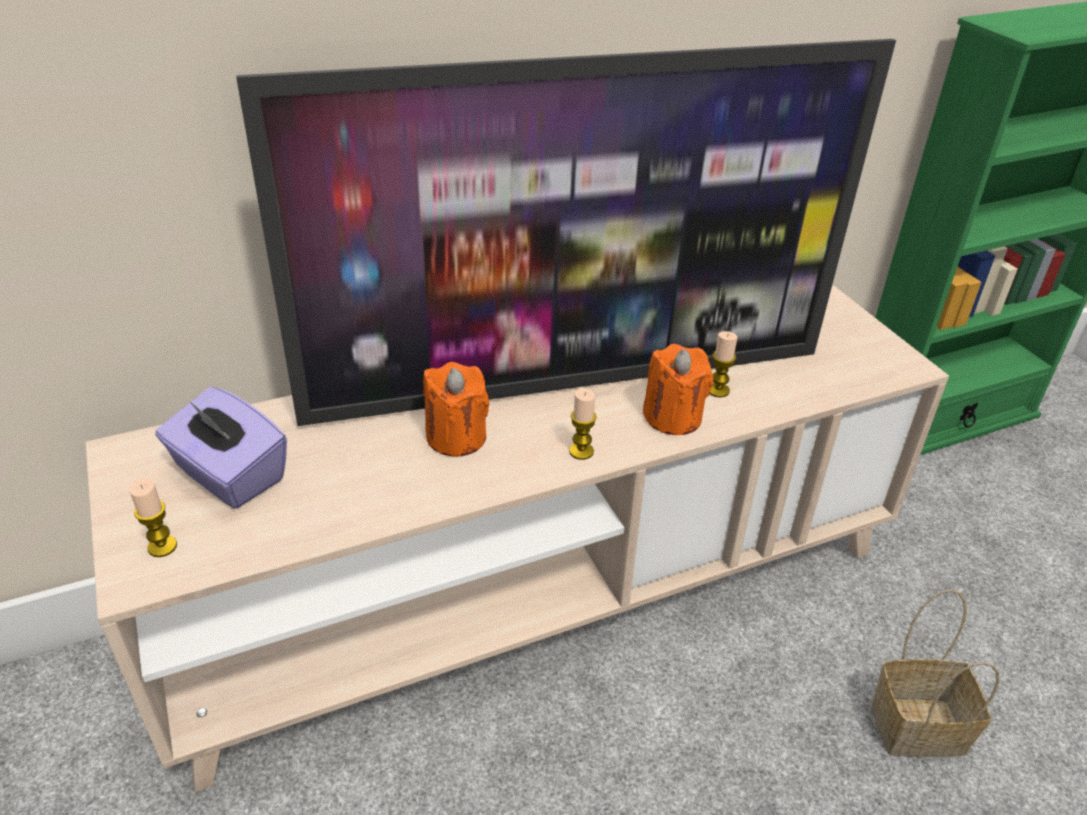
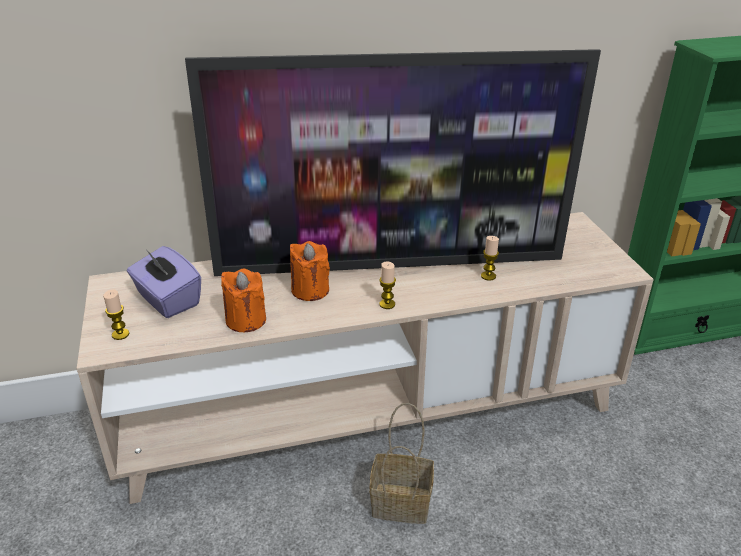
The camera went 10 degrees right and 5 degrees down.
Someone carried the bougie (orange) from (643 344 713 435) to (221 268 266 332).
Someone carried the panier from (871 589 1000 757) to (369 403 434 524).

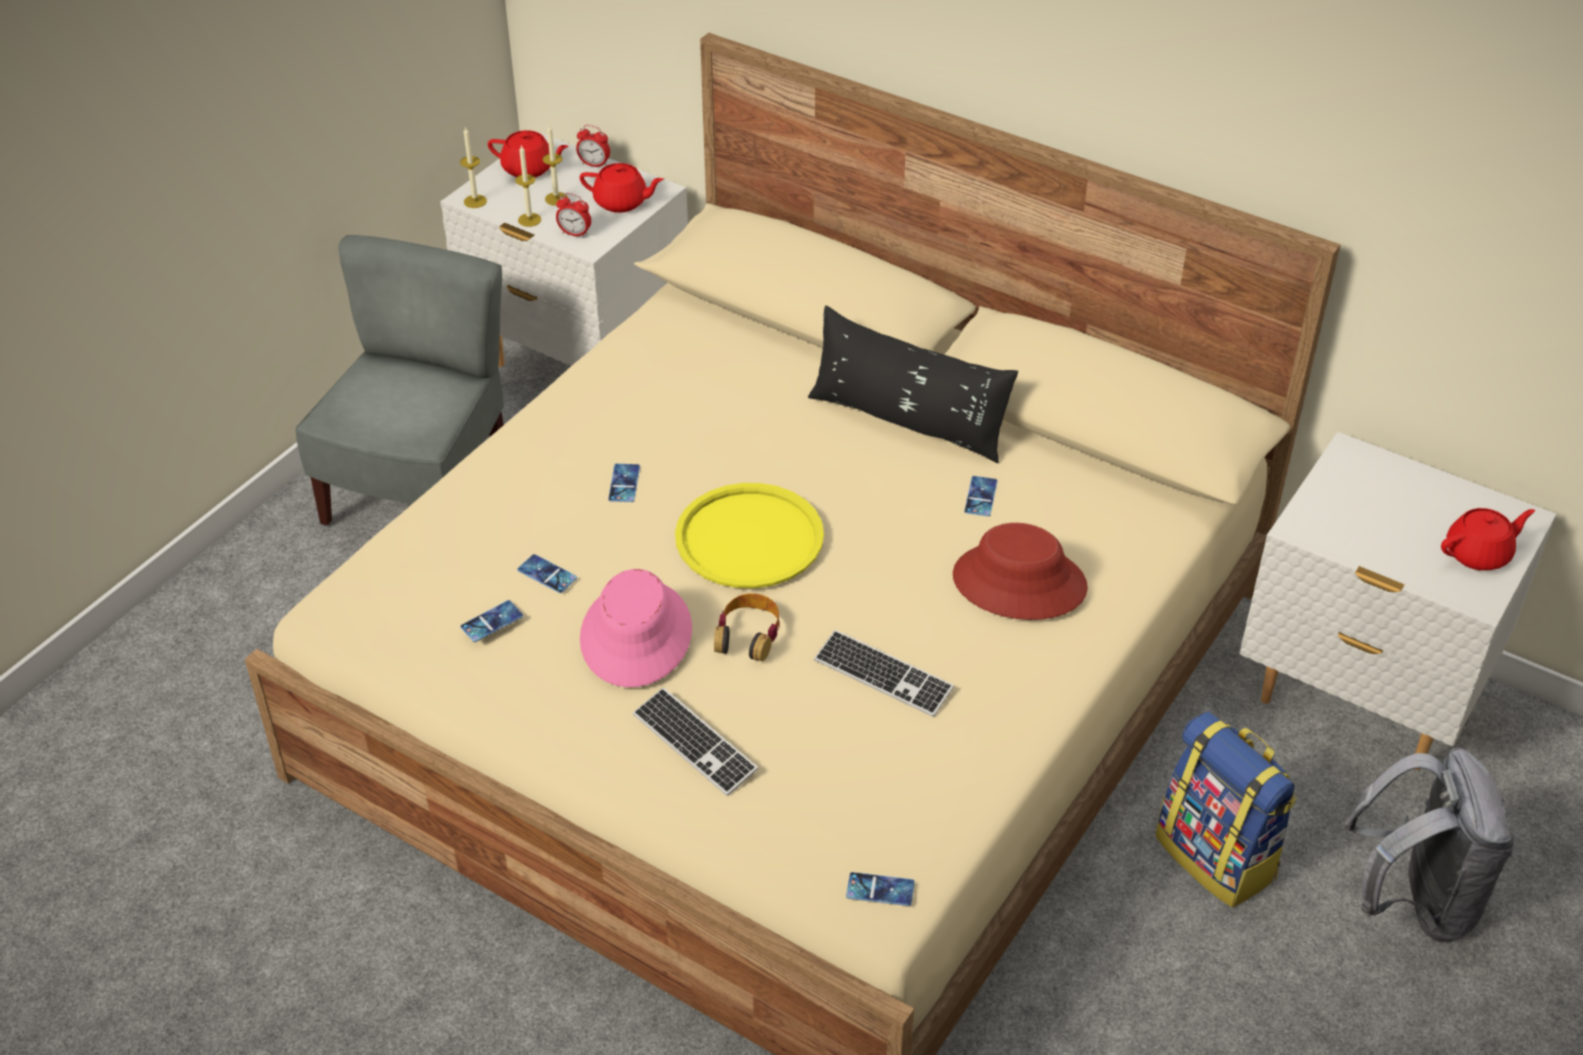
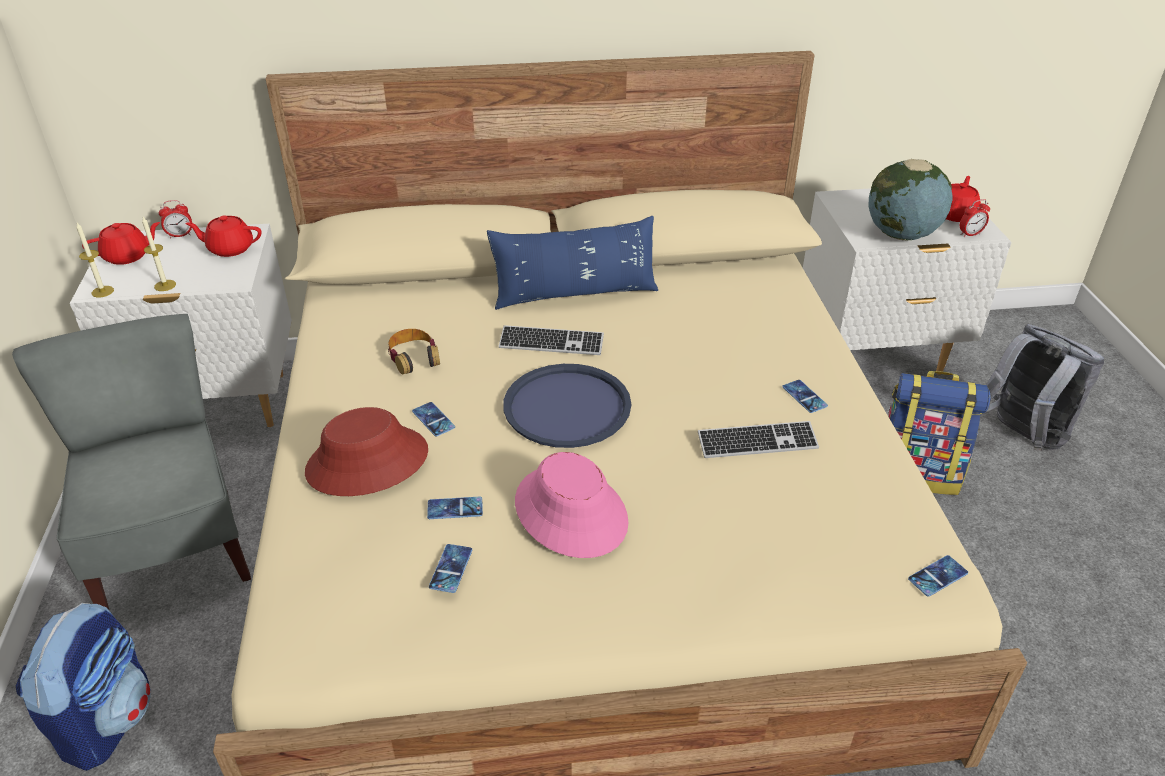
The camera went 40 degrees left and 5 degrees down.
Someone took away the bougie at (543 125 568 206).
Someone put down the sac à dos at (16 603 151 771).
Someone put down the globe at (868 159 953 240).
Someone carried the réveil from (556 193 591 238) to (960 199 990 237).
Someone carried the clavier from (633 687 758 796) to (499 325 604 355).
Someone carried the casque audio from (714 593 780 661) to (388 329 440 375).
Someone carried the chapeau (rouge) from (953 523 1088 620) to (305 407 428 496).
Someone carried the téléphone from (964 476 997 516) to (782 380 828 413).
Someone repainted the plateau (jaune) at (675 483 824 588), which became the plateau (bleu) at (503 364 631 448).
Someone repainted the coussin (noir) at (808 306 1018 463), which became the coussin (bleu) at (487 216 658 310).
Someone rotated the théière (rouge) at (580 163 664 213) by 150 degrees counterclockwise.

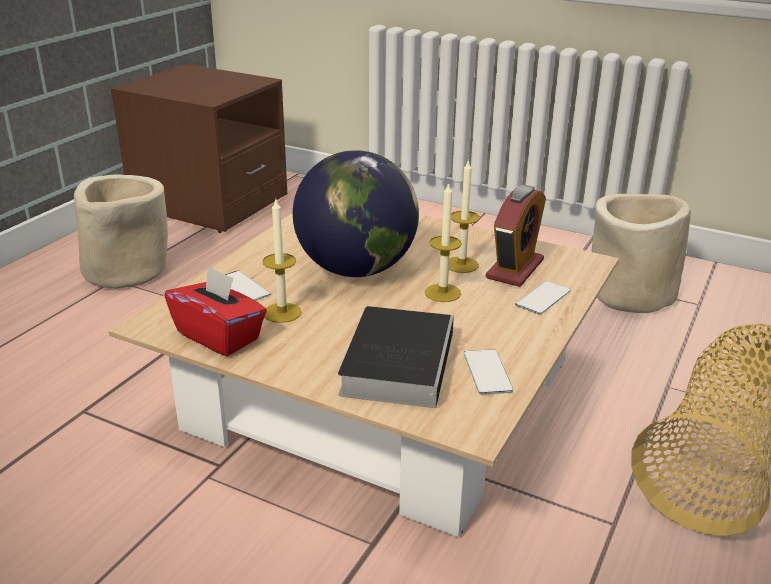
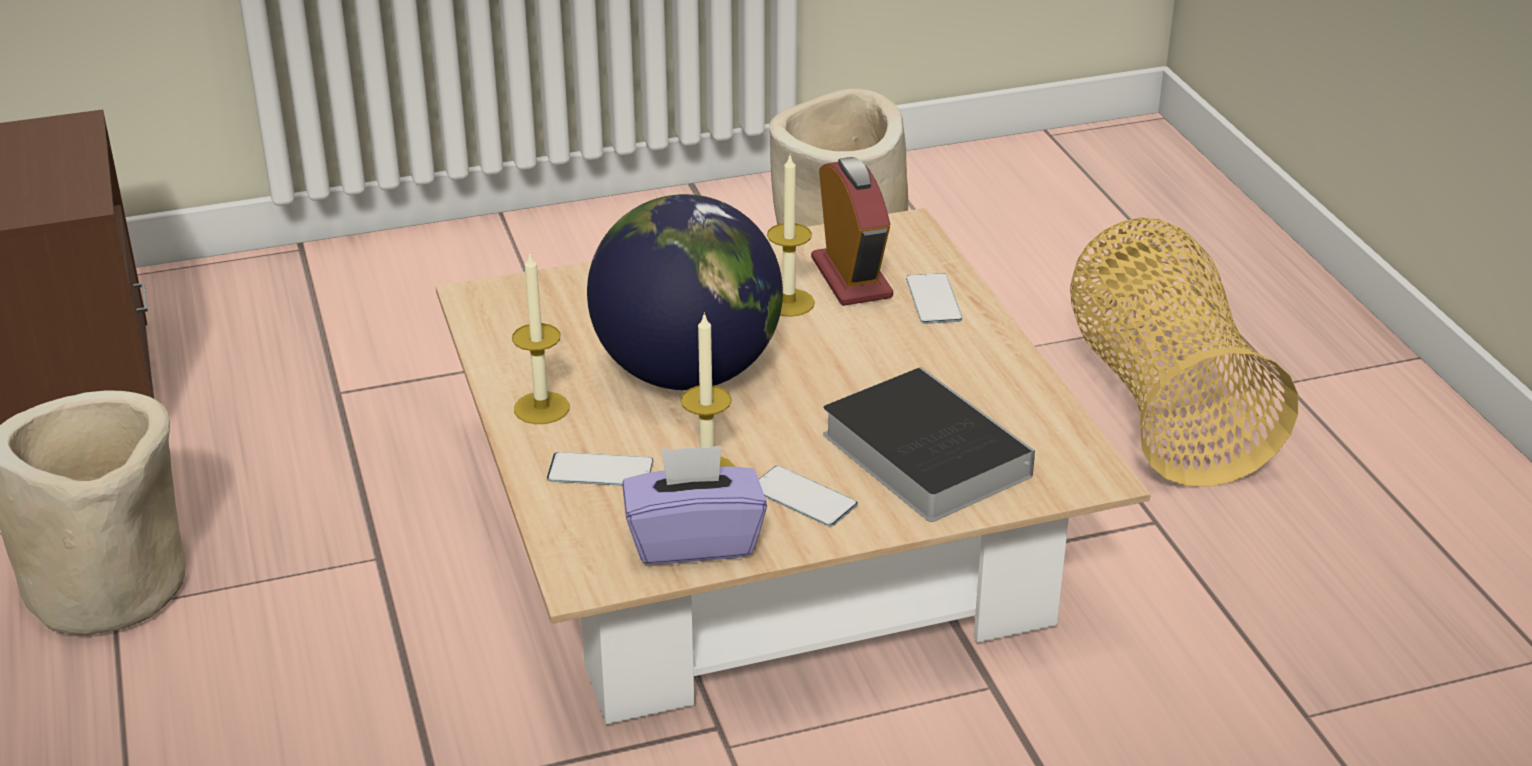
The camera went 45 degrees left and 5 degrees up.
Someone carried the bougie from (425 182 462 302) to (512 254 569 424).
Someone carried the téléphone from (464 349 514 395) to (759 466 858 527).
Someone repainted the boîte à mouchoirs (rouge) at (165 266 267 356), which became the boîte à mouchoirs (violet) at (622 445 767 565).

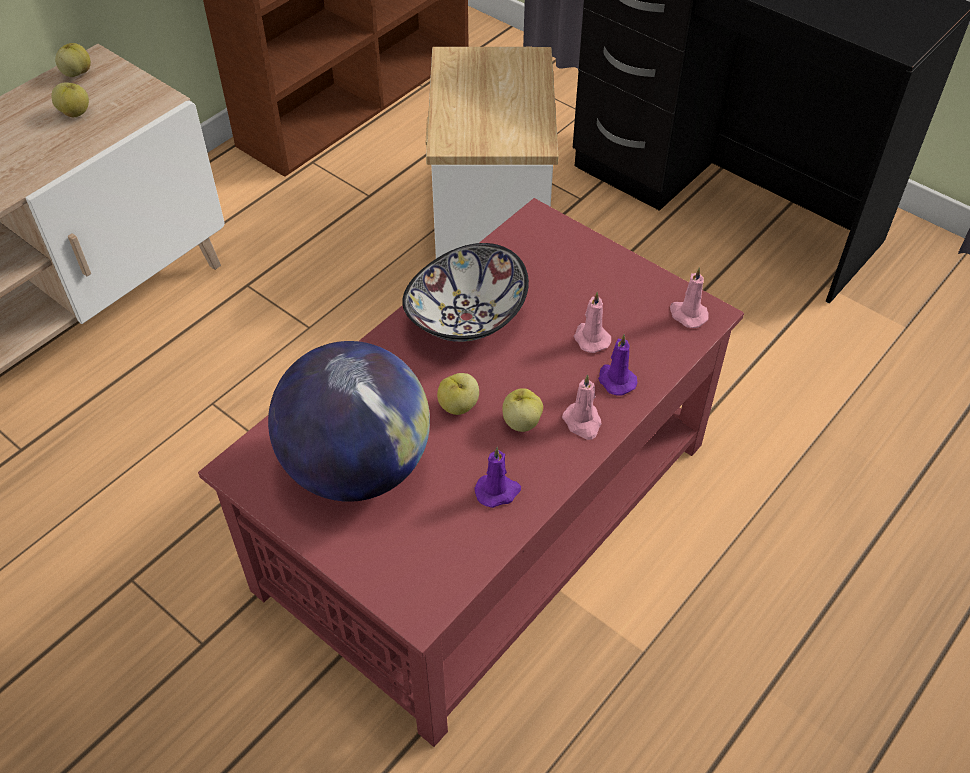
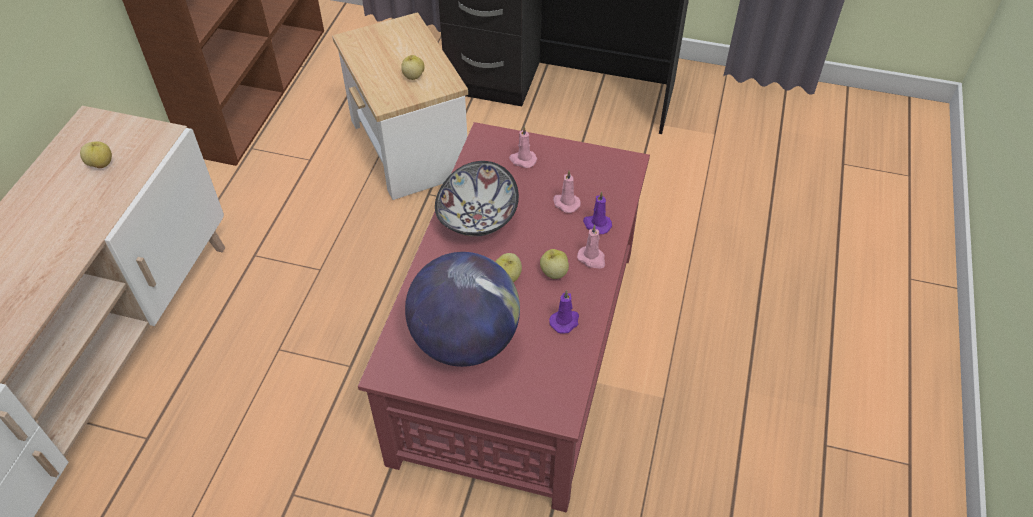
The camera went 25 degrees left and 0 degrees up.
Someone carried the pomme from (55 43 91 77) to (401 55 425 80).
Someone carried the bougie (rose) from (670 268 709 328) to (509 126 537 168).

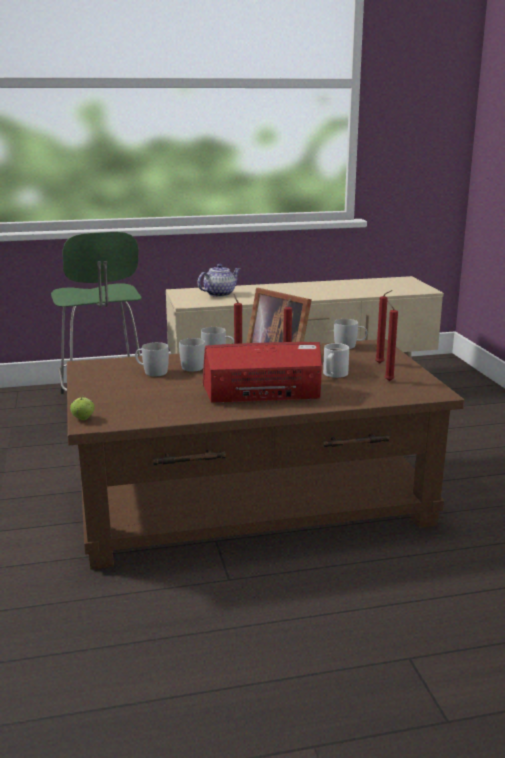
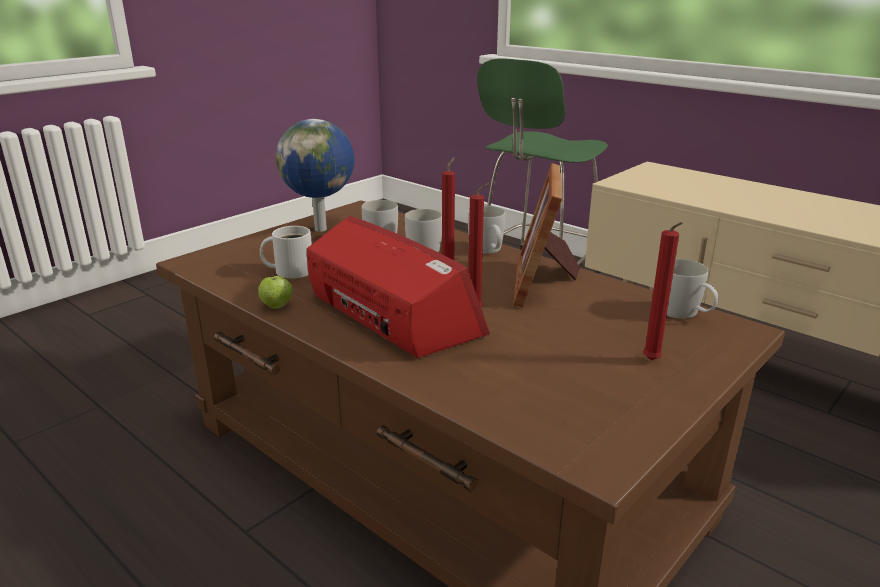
The camera went 55 degrees right and 5 degrees up.
Someone took away the théière at (197 264 240 297).
Someone took away the bougie (rouge) at (385 301 398 381).
Someone put down the globe at (276 119 354 232).
Someone carried the pomme from (70 396 94 420) to (258 275 293 309).
Someone carried the mug (blanc) from (323 343 349 378) to (260 226 312 279).

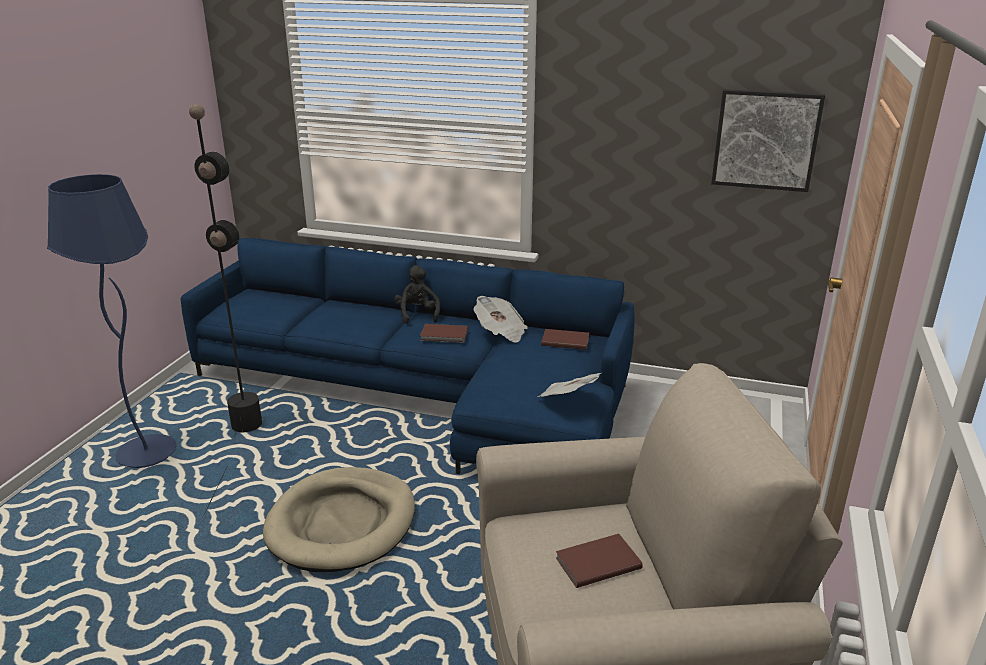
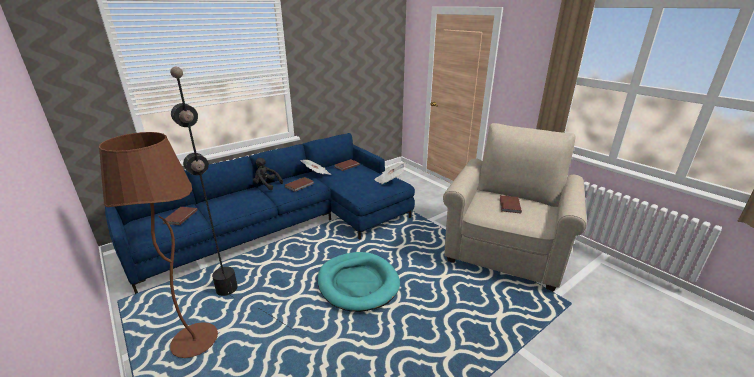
The camera went 55 degrees left and 0 degrees up.
Someone took away the tableau at (711 89 825 192).
Someone put down the livre (marron) at (163 207 198 225).
Someone repainted the lampadaire (bleu) at (47 174 177 468), which became the lampadaire (marron) at (99 132 218 358).
Someone repainted the panier pour chien (beige) at (263 467 415 572), which became the panier pour chien (turquoise) at (318 252 400 312).

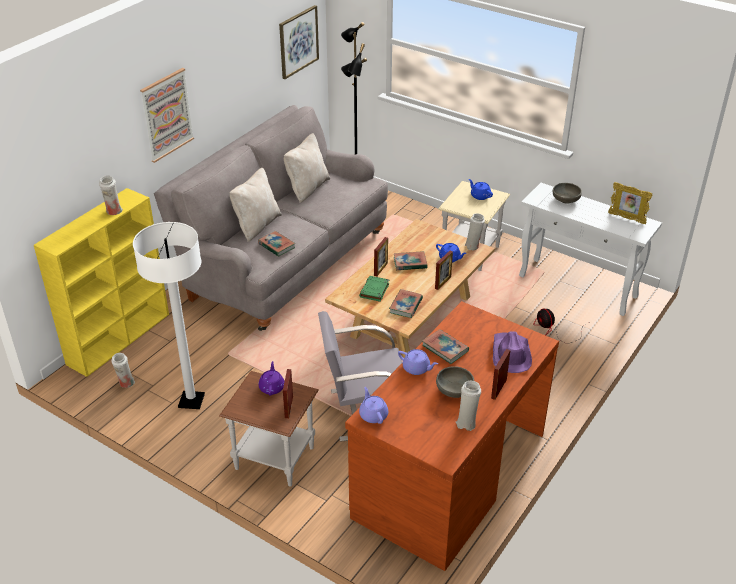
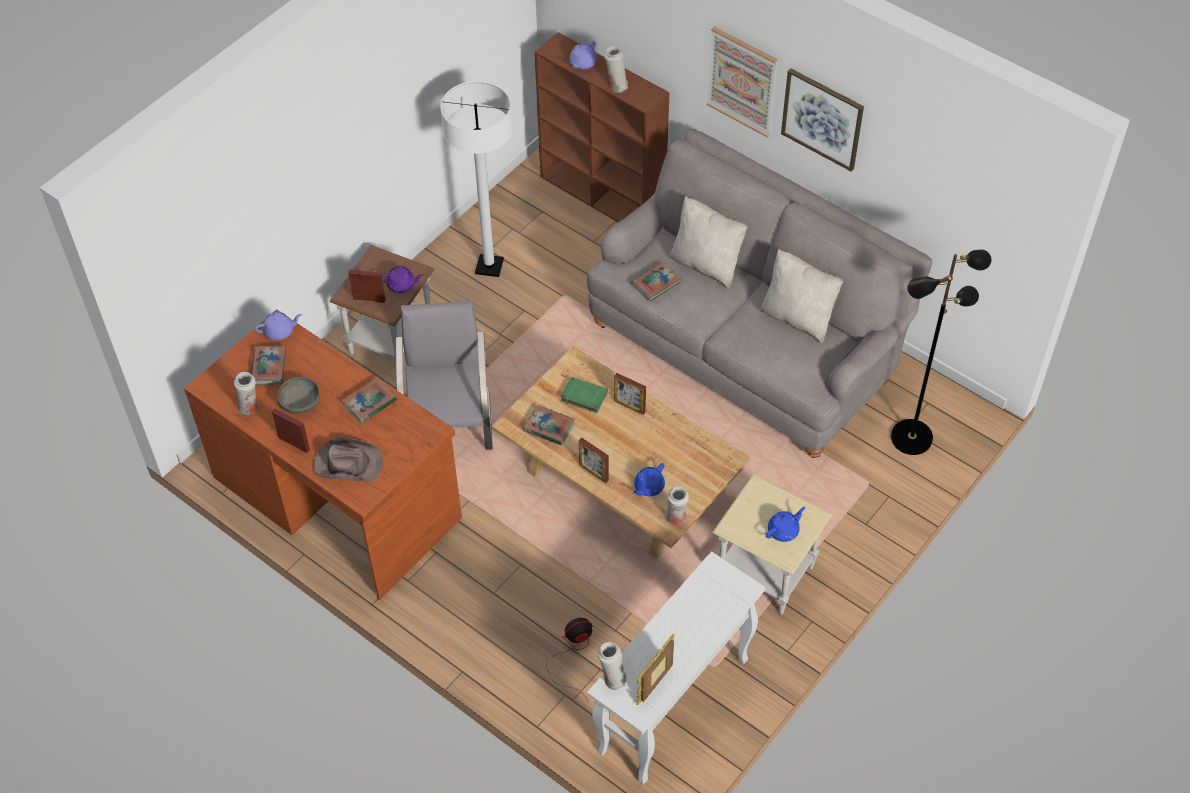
The camera went 95 degrees right and 15 degrees up.
Someone took away the bol (gris) at (553 183 582 204).
Someone carried the vase (blanc) from (111 353 135 388) to (598 642 627 690).
Someone carried the tableau from (279 5 319 79) to (781 68 864 172).
Someone carried the livre from (394 251 427 270) to (251 346 286 385).
Someone carried the théière (violet) from (398 349 438 375) to (570 41 597 70).
Someone repainted the bibliothèque (jaune) at (34 188 169 377), which became the bibliothèque (marron) at (535 32 670 222).
Someone repainted the chapeau (violet) at (493 331 532 373), which became the chapeau (marron) at (313 438 383 482).

